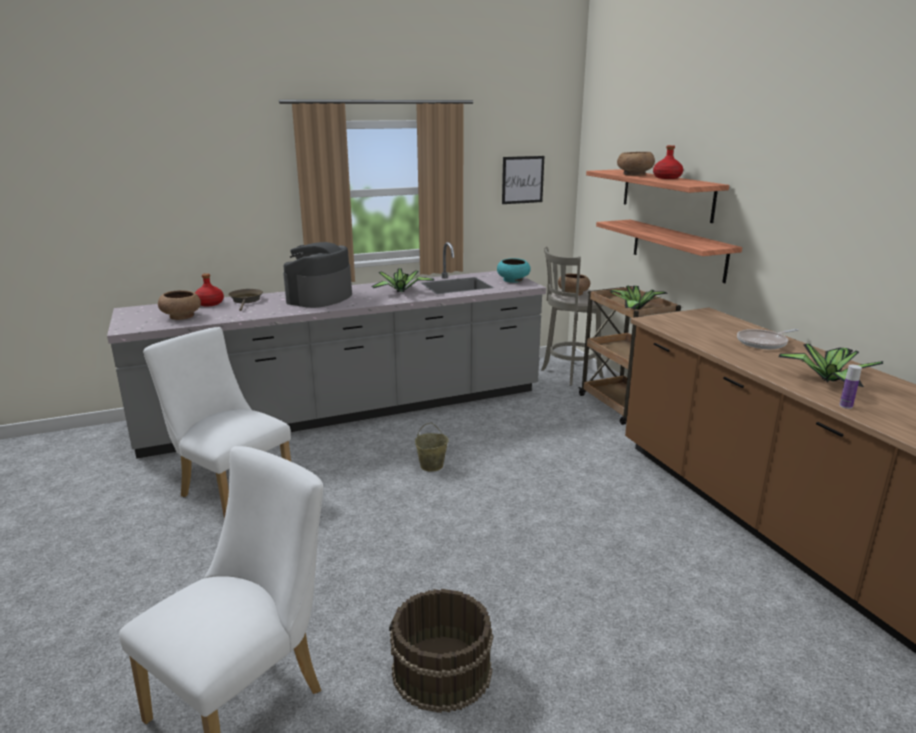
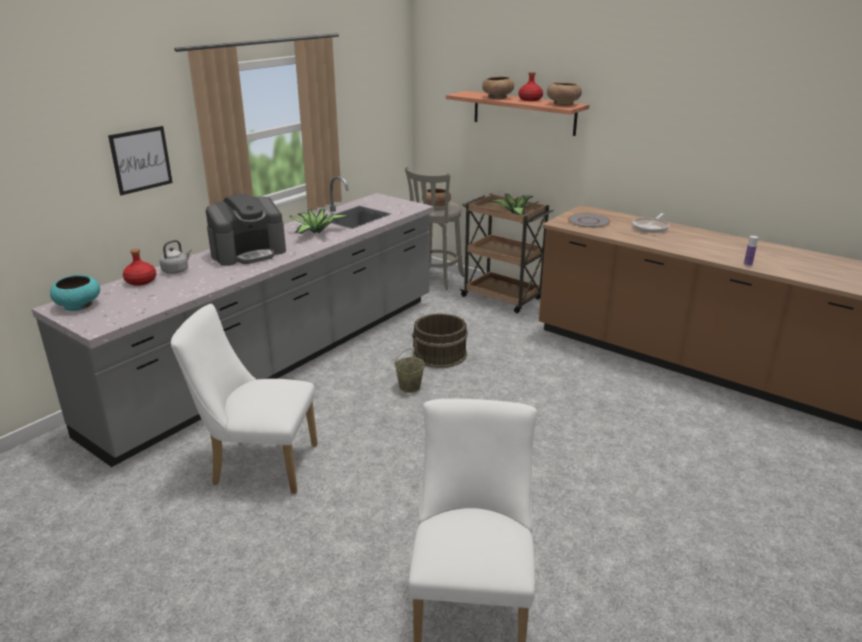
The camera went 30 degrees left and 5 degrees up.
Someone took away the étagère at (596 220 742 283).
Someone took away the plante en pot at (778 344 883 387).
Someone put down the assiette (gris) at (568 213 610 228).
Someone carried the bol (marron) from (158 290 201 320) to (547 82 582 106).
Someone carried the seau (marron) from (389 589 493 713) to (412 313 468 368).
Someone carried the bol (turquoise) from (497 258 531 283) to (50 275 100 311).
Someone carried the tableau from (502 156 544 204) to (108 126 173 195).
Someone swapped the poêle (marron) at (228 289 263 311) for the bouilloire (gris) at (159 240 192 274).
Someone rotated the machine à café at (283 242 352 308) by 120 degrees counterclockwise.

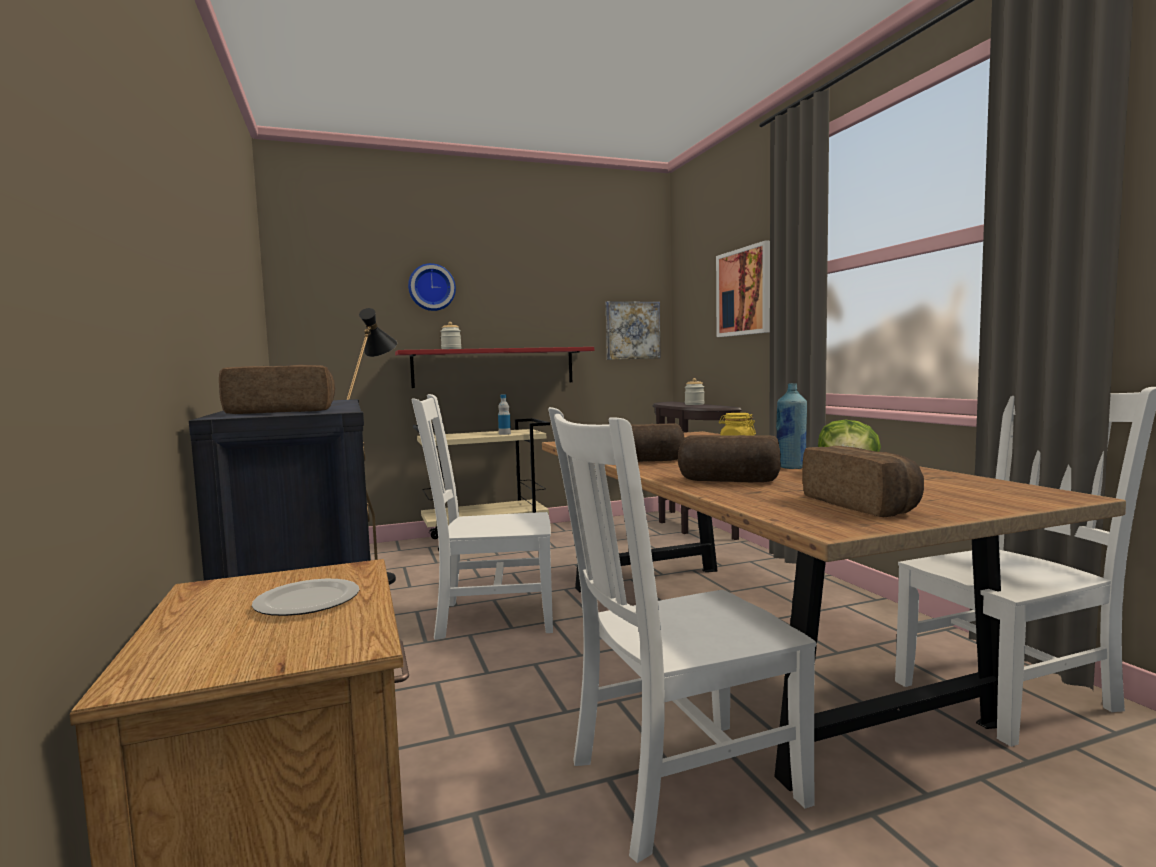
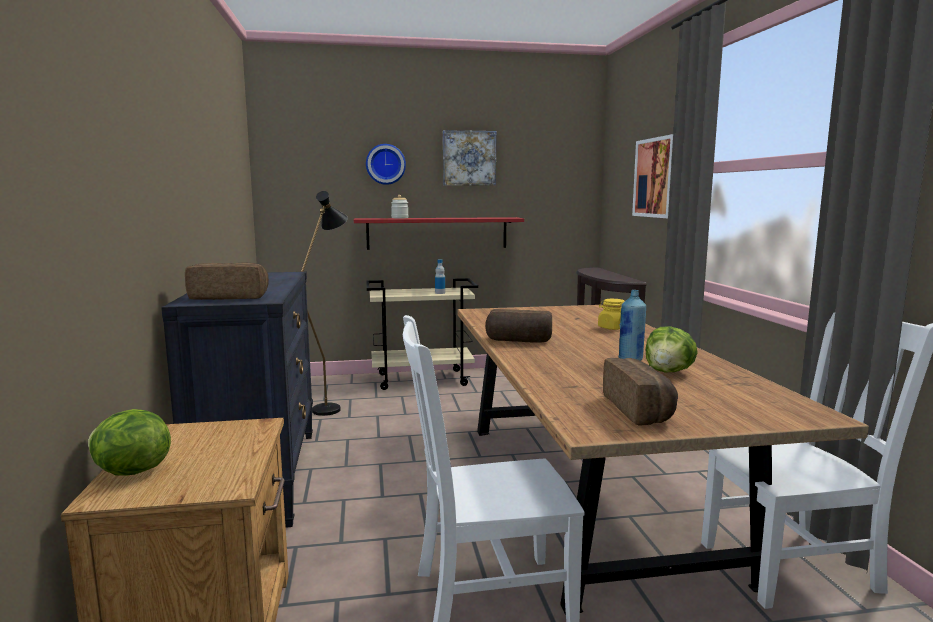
The camera went 10 degrees right and 5 degrees up.
Someone took away the assiette at (252 579 359 616).
Someone took away the chaise (blanc) at (411 394 553 640).
Someone took away the pain at (678 435 781 482).
Someone took away the bocal at (685 378 704 405).
Someone put down the laitue at (88 409 171 476).
Someone carried the tableau from (606 301 661 360) to (443 130 496 186).

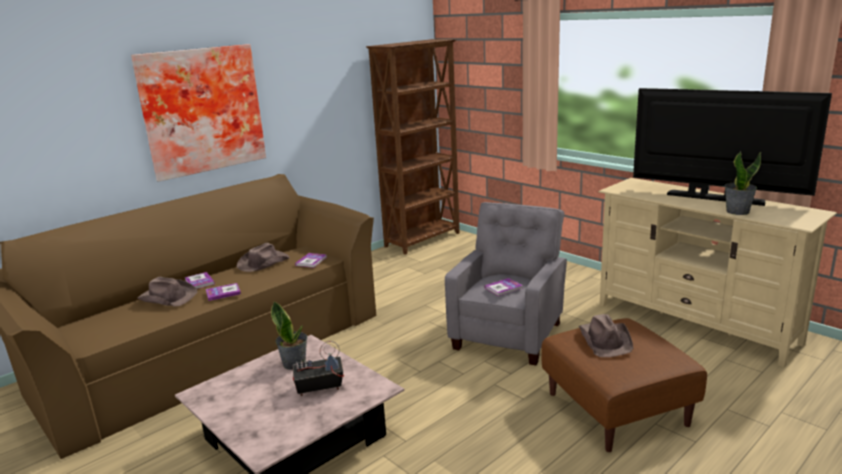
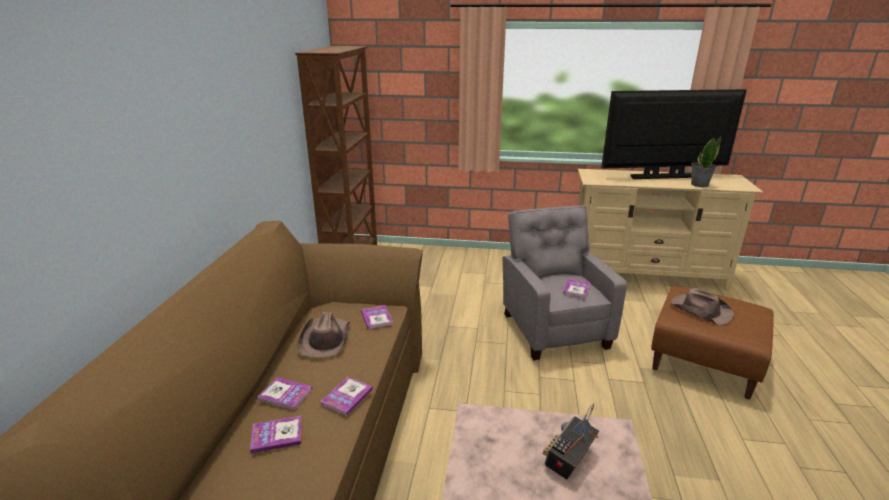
The camera went 40 degrees left and 5 degrees up.
Someone took away the tableau at (131 44 266 182).
Someone took away the plante en pot at (271 301 307 370).
Someone swapped the chapeau (marron) at (137 277 197 307) for the livre at (250 416 301 453).

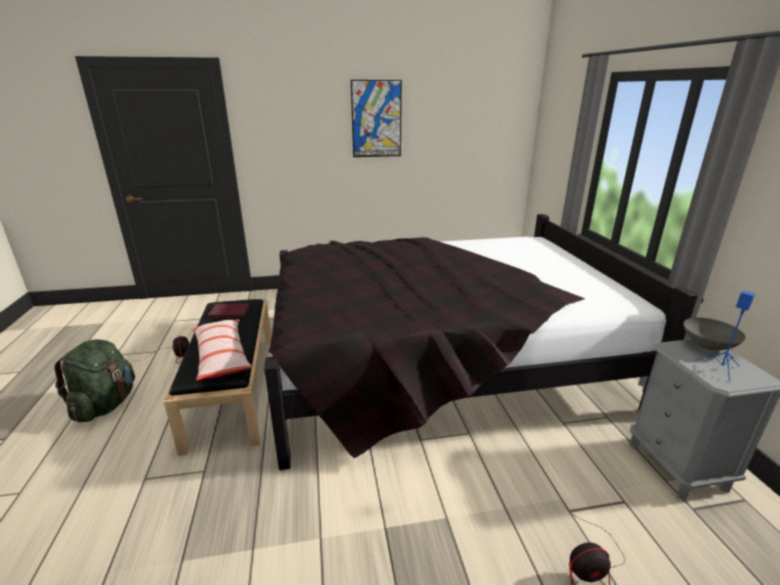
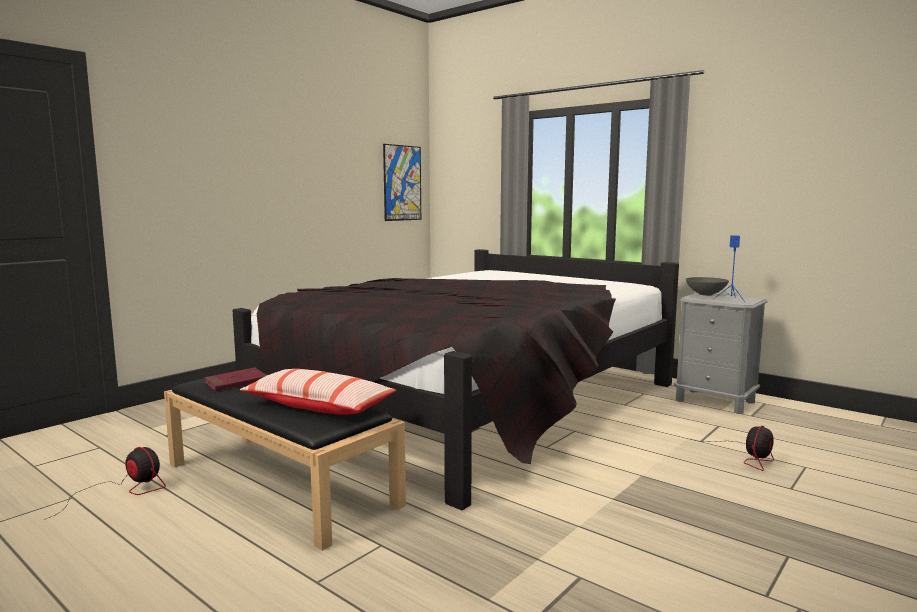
The camera went 40 degrees left and 15 degrees down.
Someone took away the sac à dos (vert) at (55 339 135 422).
Someone carried the tableau from (351 80 402 157) to (383 144 421 221).

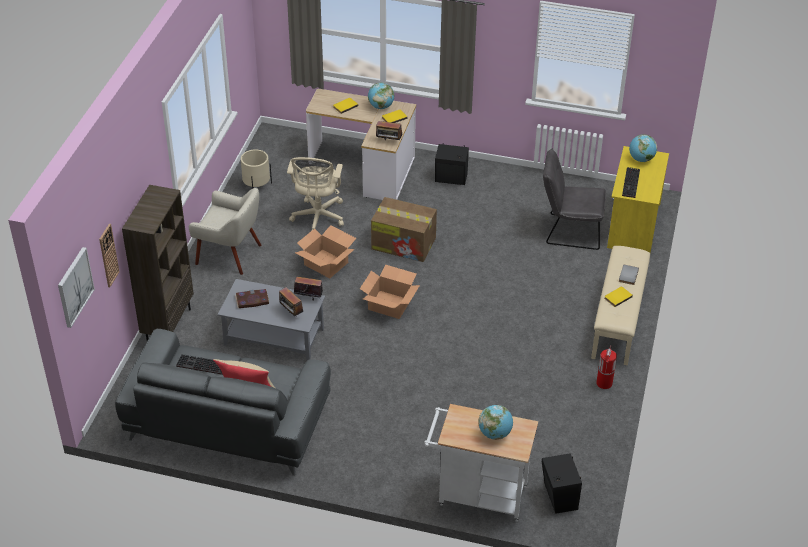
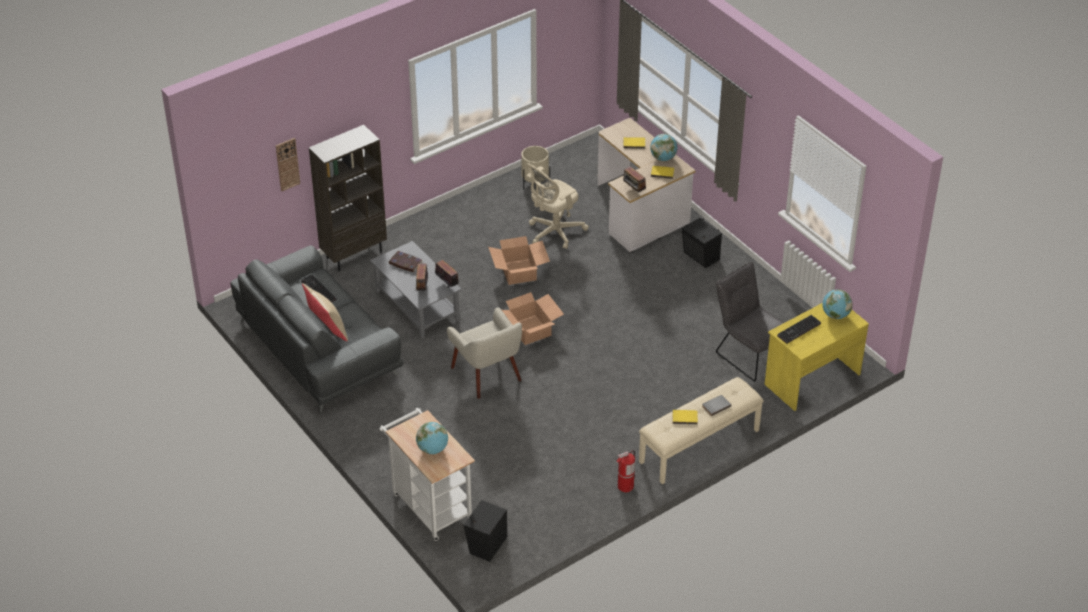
The camera went 40 degrees right and 0 degrees up.
Someone took away the tableau at (58 247 95 328).
Someone took away the carton at (371 197 437 262).
Someone carried the fauteuil (beige) from (189 188 262 275) to (447 307 522 399).

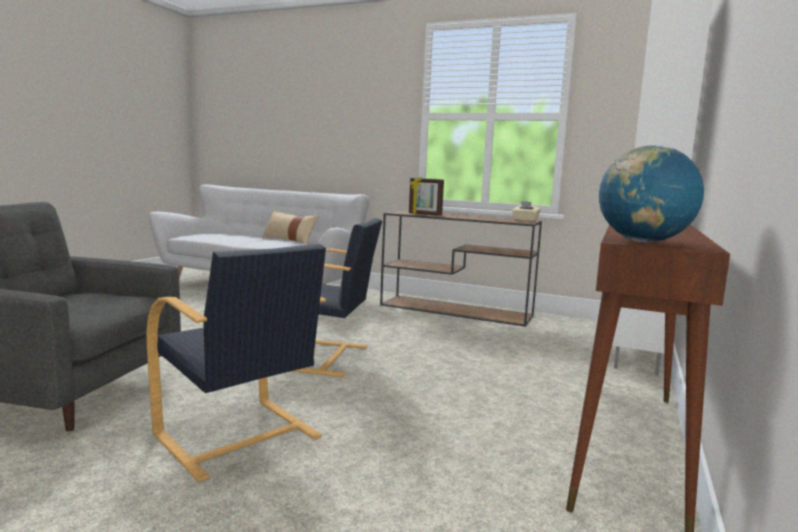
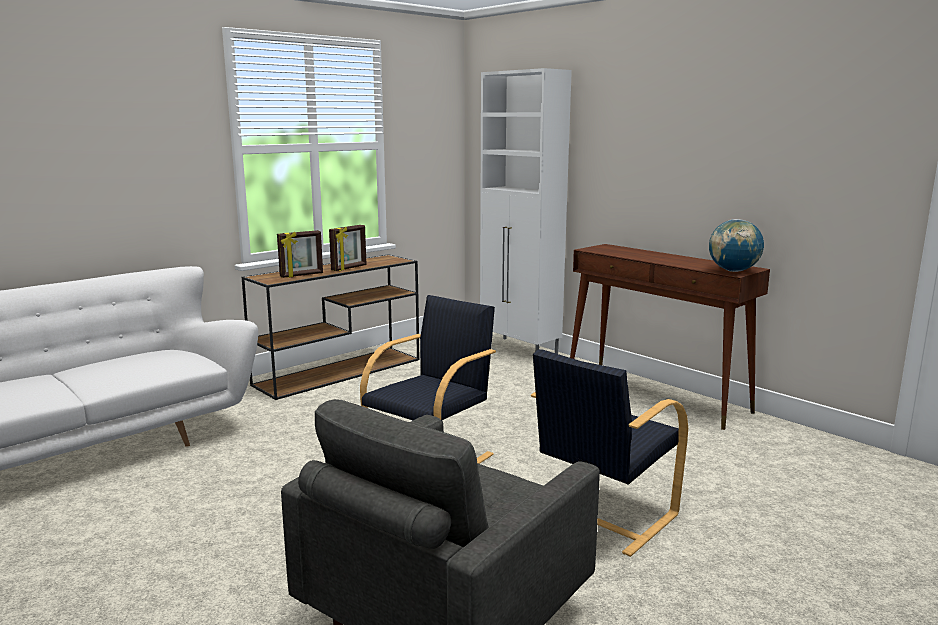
The camera went 65 degrees left and 5 degrees up.
Someone took away the coussin (beige) at (262 210 319 244).
Someone took away the boîte à mouchoirs (beige) at (512 201 541 222).
Someone put down the cadre photo at (329 225 367 271).
Someone rotated the fauteuil (noir) at (146 244 326 482) by 150 degrees clockwise.

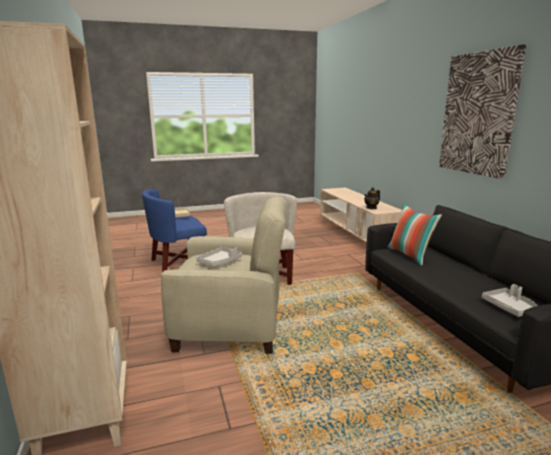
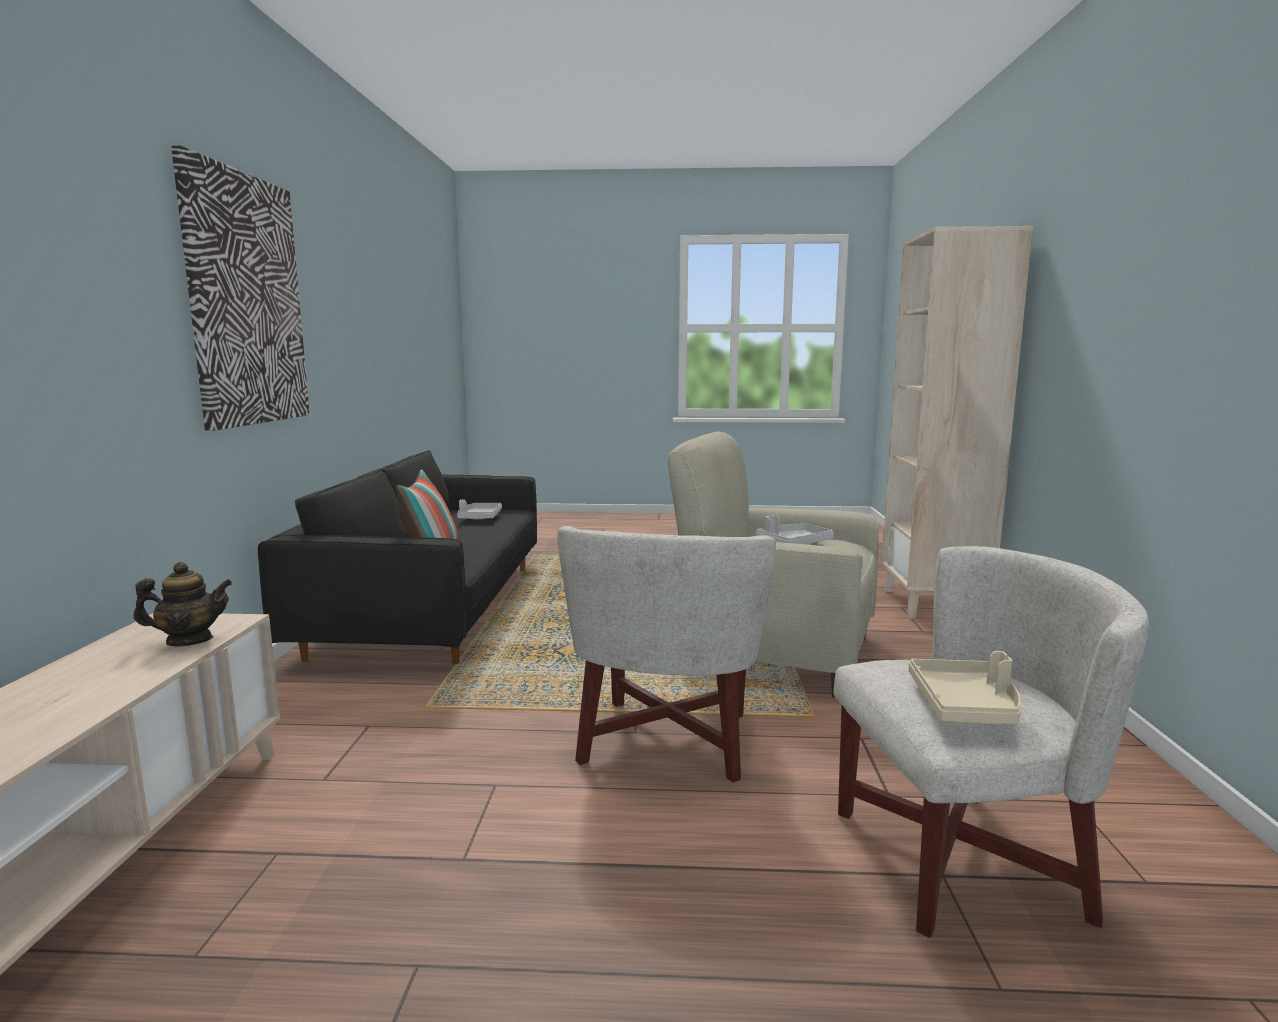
The camera went 160 degrees left and 5 degrees down.
Someone repainted the fauteuil (bleu) at (142 189 207 272), which became the fauteuil (blanc) at (833 546 1149 938).

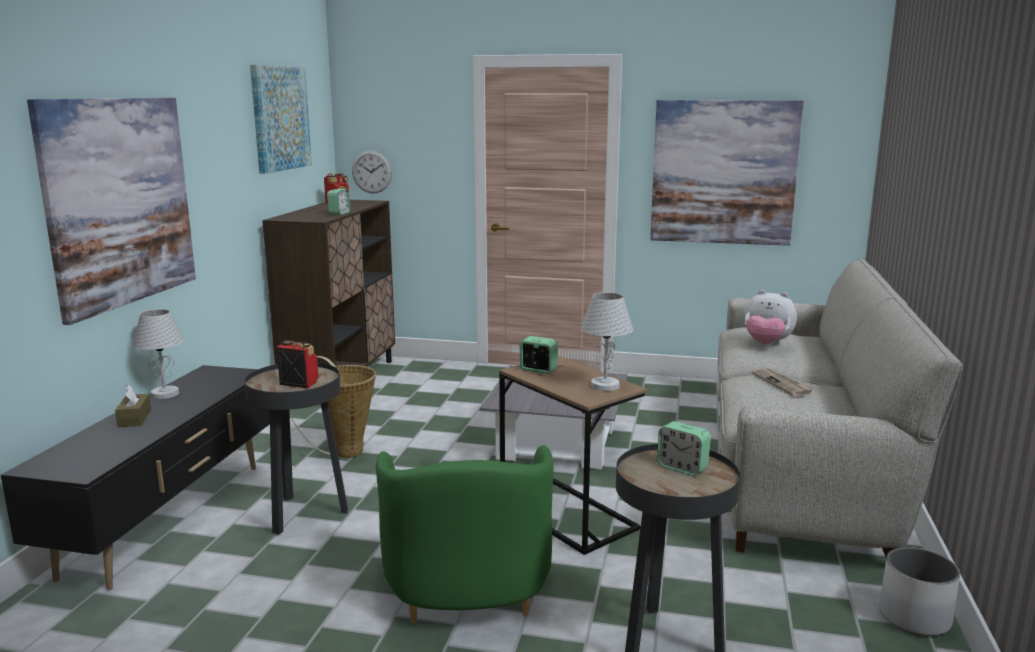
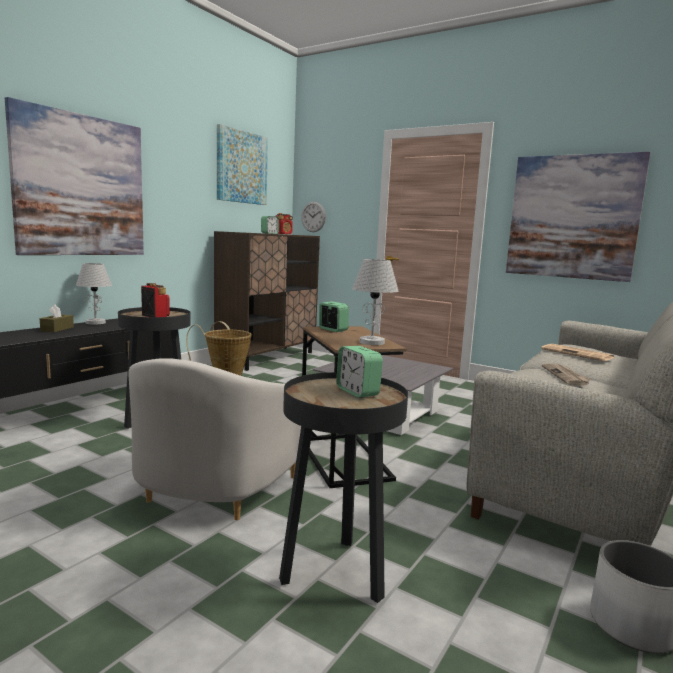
The camera went 20 degrees right and 5 degrees down.
Someone swapped the peluche at (745 290 797 345) for the journal at (541 344 614 361).
Someone repainted the fauteuil (vert) at (376 445 554 623), which became the fauteuil (blanc) at (129 358 301 520).

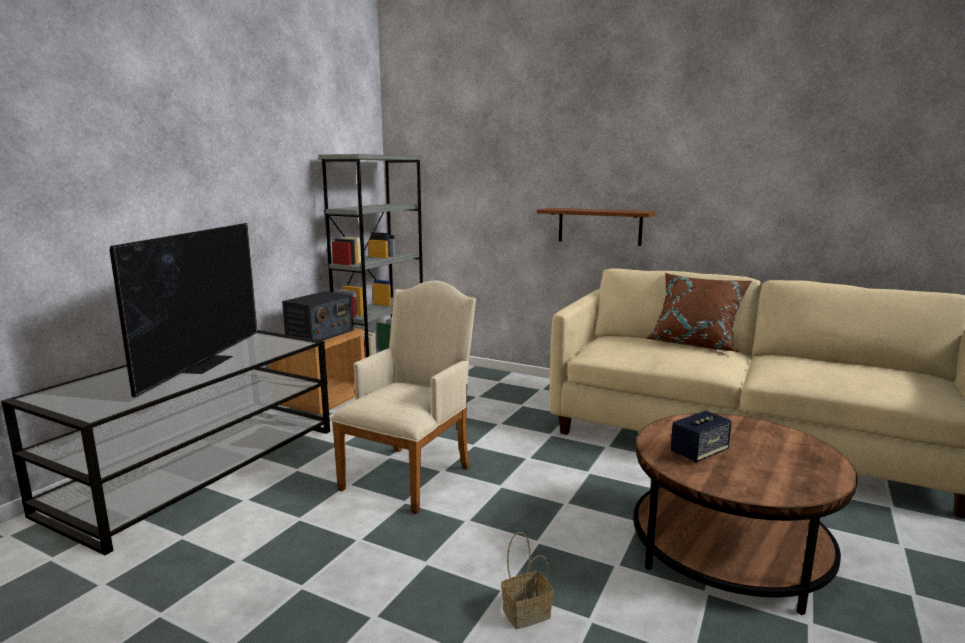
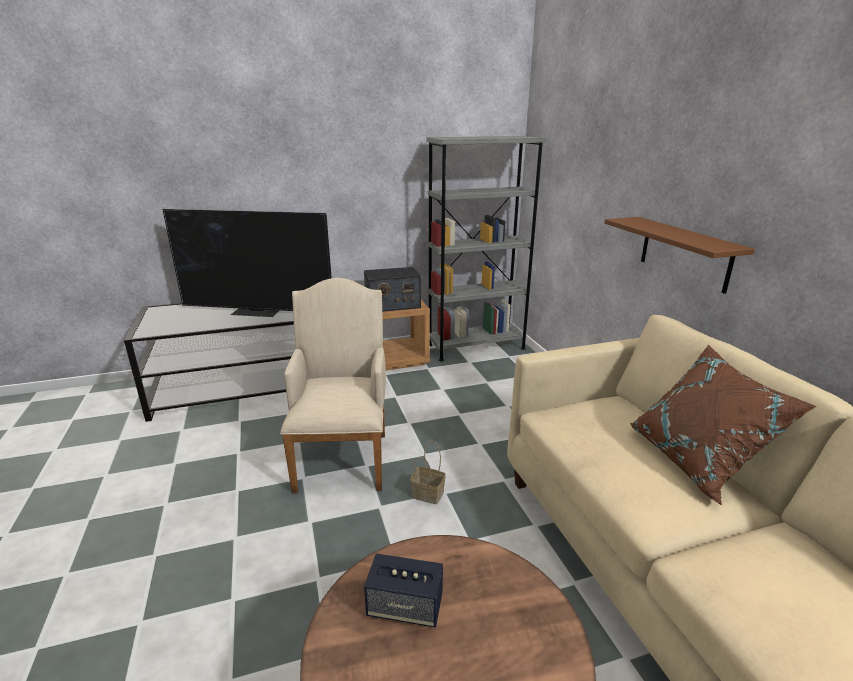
The camera went 45 degrees right and 10 degrees up.
Someone carried the panier from (501 532 554 629) to (410 440 446 504).
Someone rotated the téléviseur at (110 223 257 397) by 45 degrees clockwise.
Someone rotated the fauteuil (beige) at (330 281 476 514) by 75 degrees counterclockwise.

